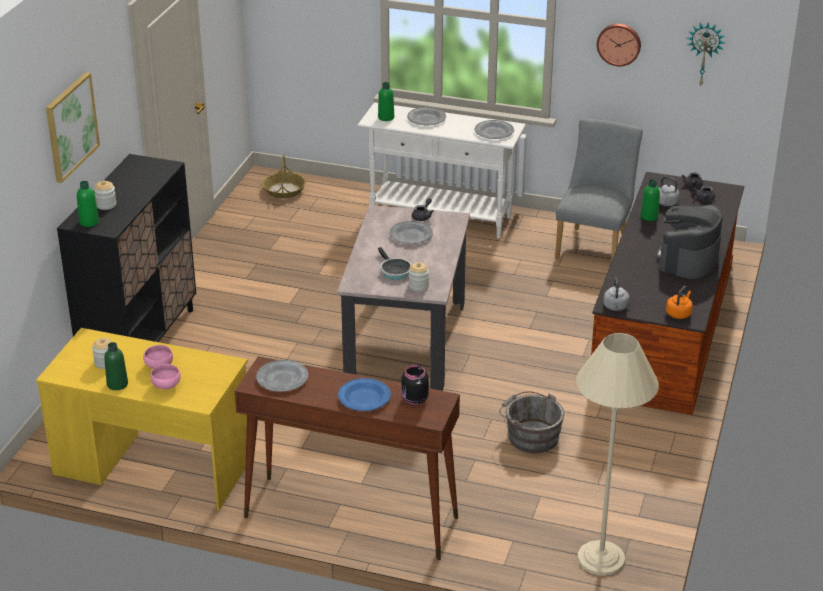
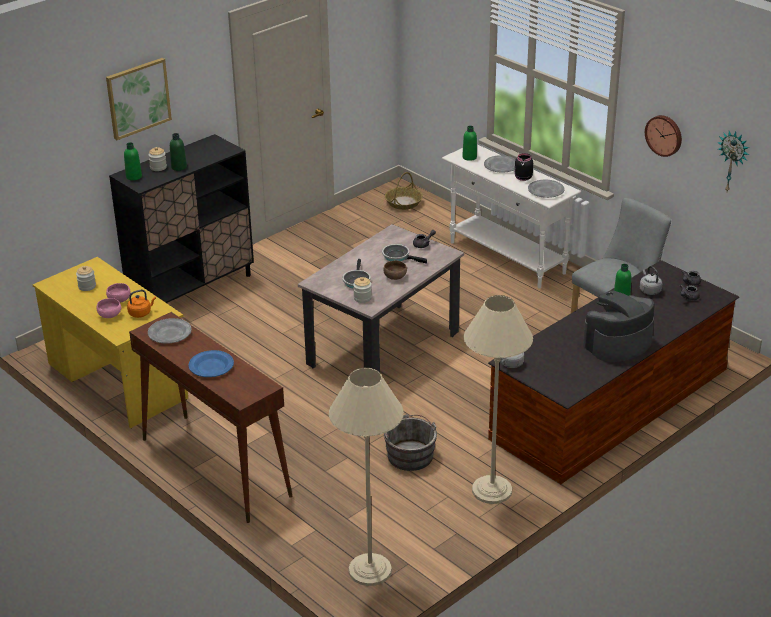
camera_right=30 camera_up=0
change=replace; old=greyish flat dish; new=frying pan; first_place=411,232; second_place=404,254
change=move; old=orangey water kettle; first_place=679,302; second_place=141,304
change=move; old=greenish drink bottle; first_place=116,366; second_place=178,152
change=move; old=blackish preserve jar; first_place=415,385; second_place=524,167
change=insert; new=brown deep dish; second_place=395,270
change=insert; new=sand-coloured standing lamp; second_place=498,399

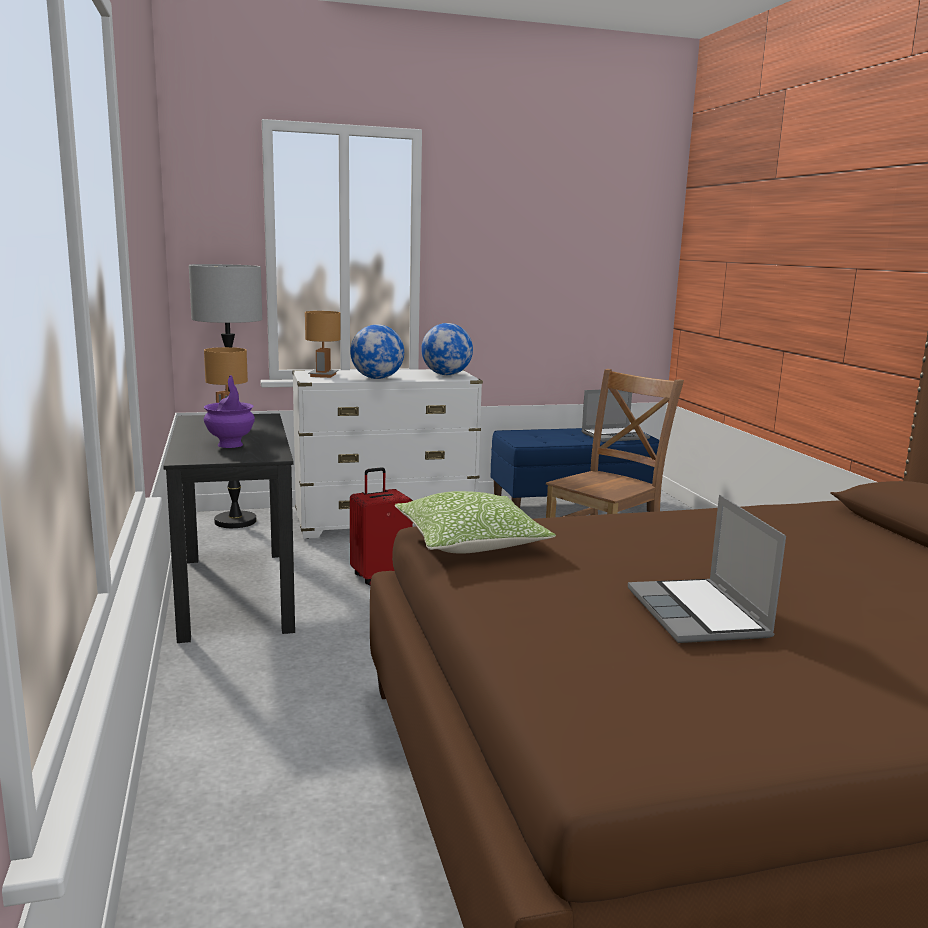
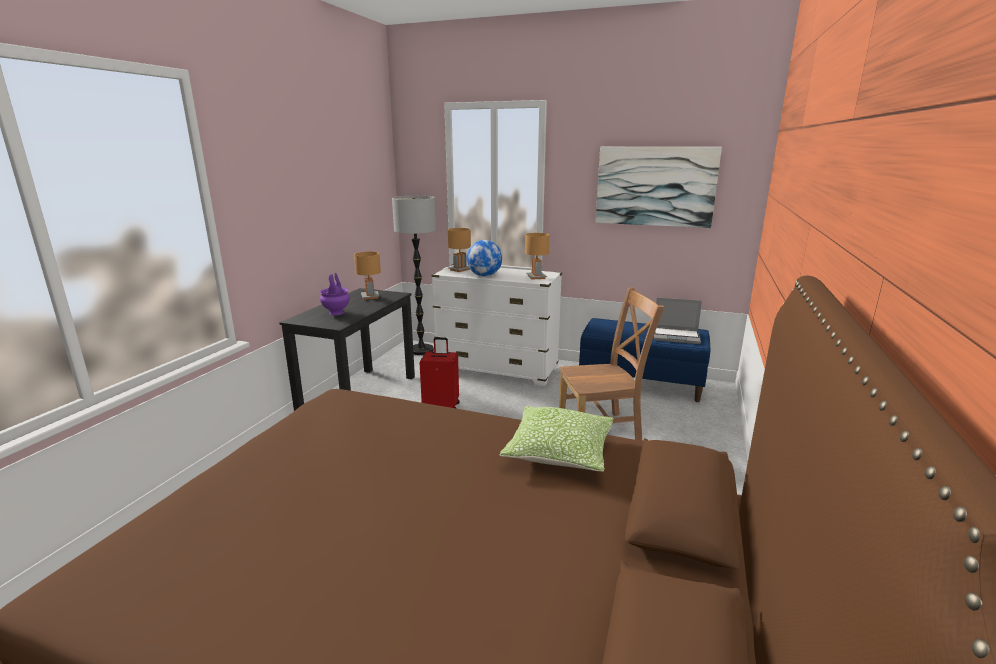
camera_right=35 camera_up=5
change=replace; old=world globe; new=brown tabletop lamp; first_place=447,349; second_place=537,256
change=move; old=pillow; first_place=475,522; second_place=556,438
change=delete; old=notebook computer; first_place=707,569
change=insert; new=picture; second_place=659,187

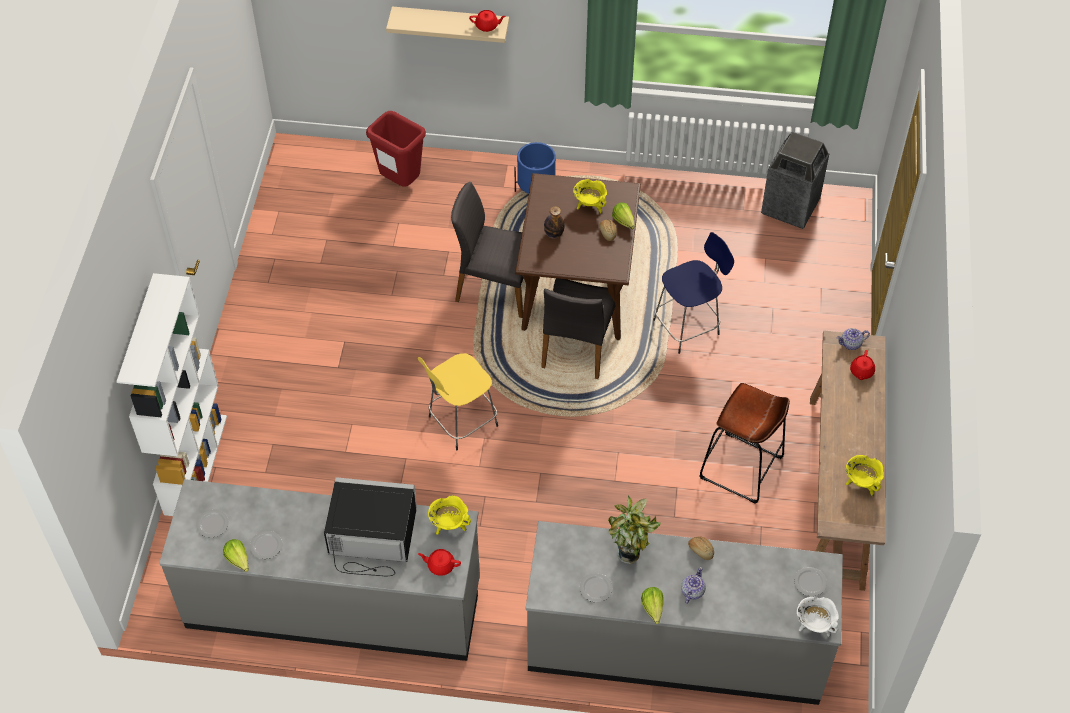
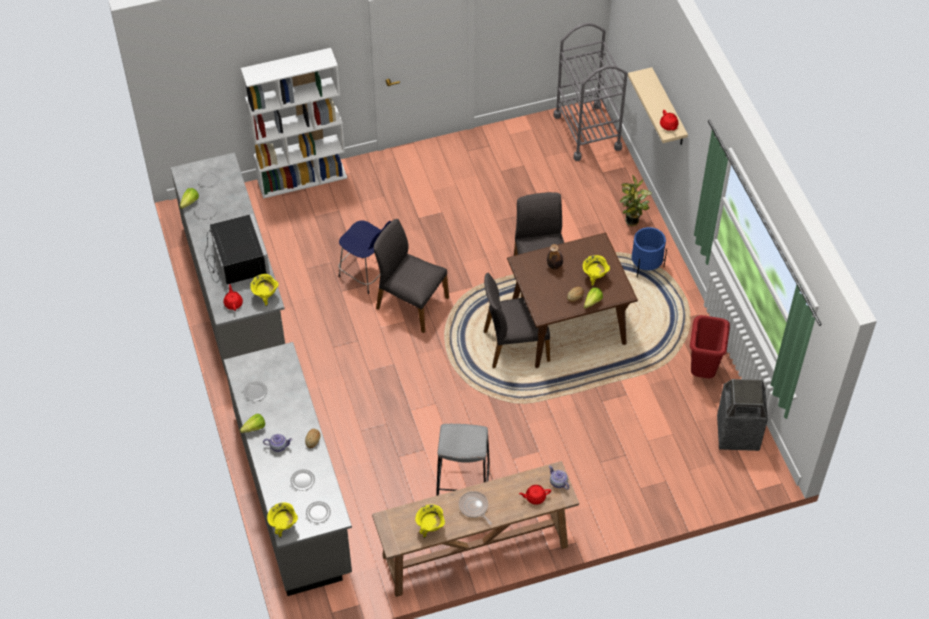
camera_right=65 camera_up=0
change=move; old=reddish rubbish bin; first_place=396,149; second_place=710,346
change=move; old=blue stool seat; first_place=693,293; second_place=364,257
change=replace; old=yellow stool seat; new=greyish upright chair; first_place=458,402; second_place=411,276
change=recolor; old=brown stool seat; new=greyish stool seat; first_place=745,443; second_place=463,460
change=move; old=potted plant; first_place=634,529; second_place=635,201
change=recolor; old=white cooking pot; new=yellow cooking pot; first_place=818,617; second_place=282,520
change=insert; new=greyish cart; second_place=591,92
change=insert; new=flat dish; second_place=302,480
change=insert; new=frying pan; second_place=475,508

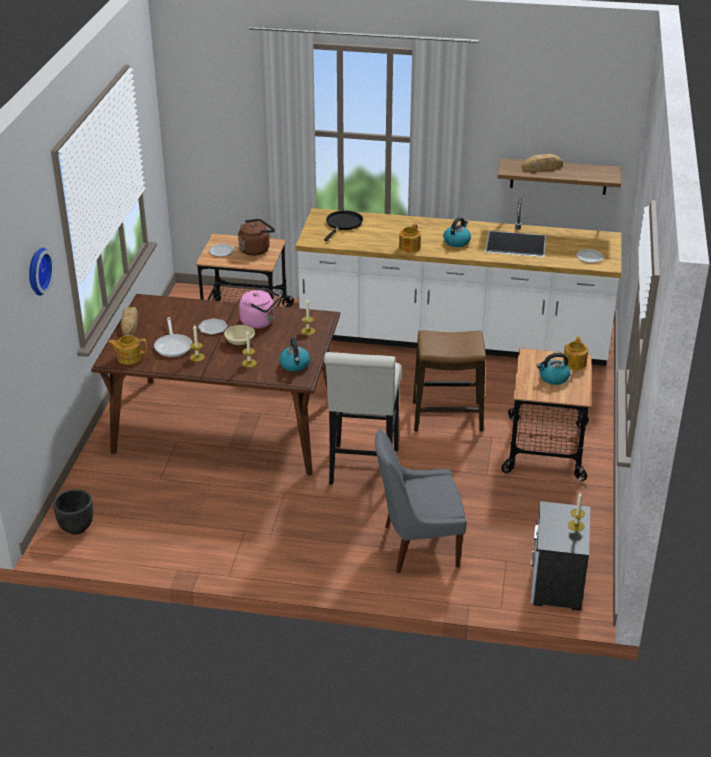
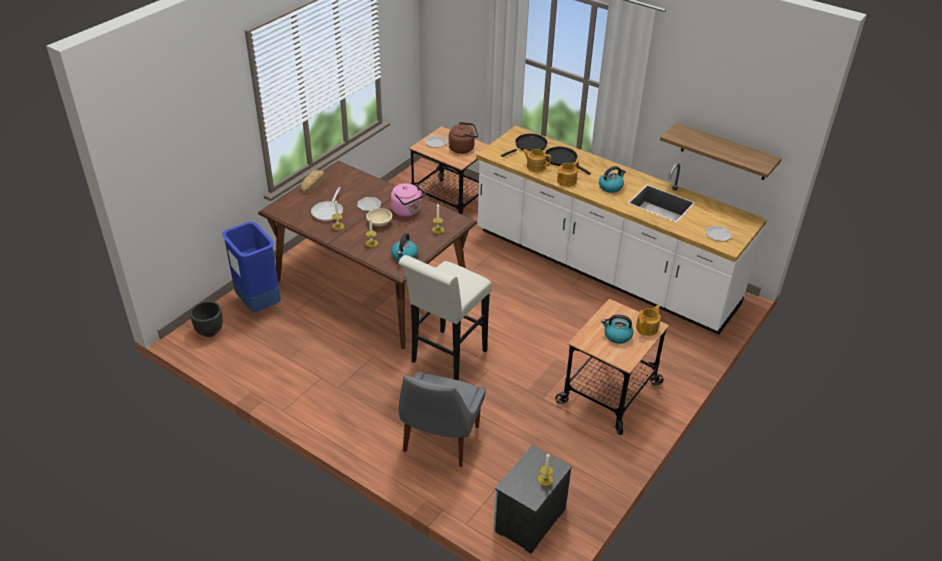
camera_right=25 camera_up=5
change=delete; old=bakery bread; first_place=542,162
change=delete; old=clock on the wall; first_place=41,272
change=delete; old=stool seat; first_place=449,381
change=move; old=tea pot; first_place=127,350; second_place=537,160
change=rotate; old=greyish upright chair; first_place=421,501; second_place=442,419; degrees=-90
change=insert; new=blackish frying pan; second_place=568,161
change=insert; new=blue rubbish bin; second_place=251,267

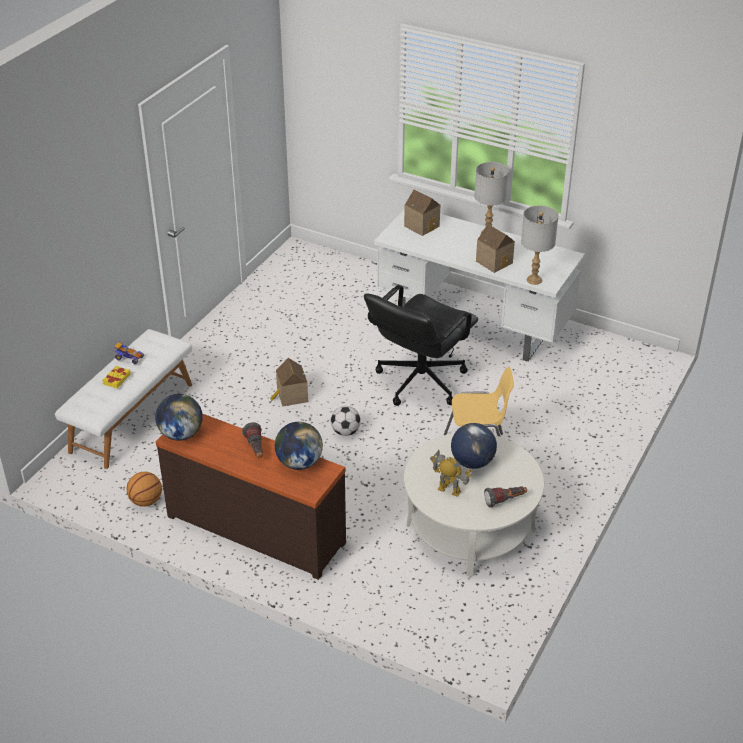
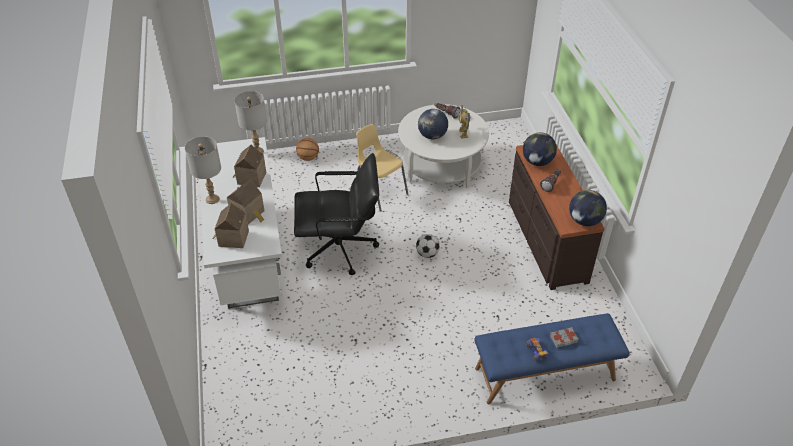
camera_right=-130 camera_up=5
change=recolor; old=white bench; new=blue bench; first_place=123,399; second_place=552,358
change=move; old=toy house; first_place=289,382; second_place=245,202
change=recolor; old=yellow volume; new=greyish volume; first_place=116,377; second_place=564,337
change=move; old=basketball; first_place=144,489; second_place=307,149

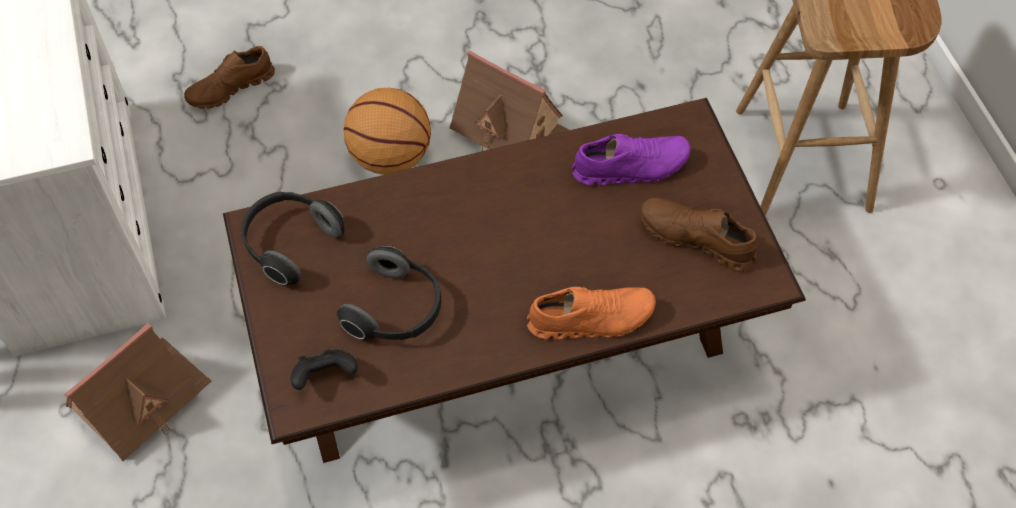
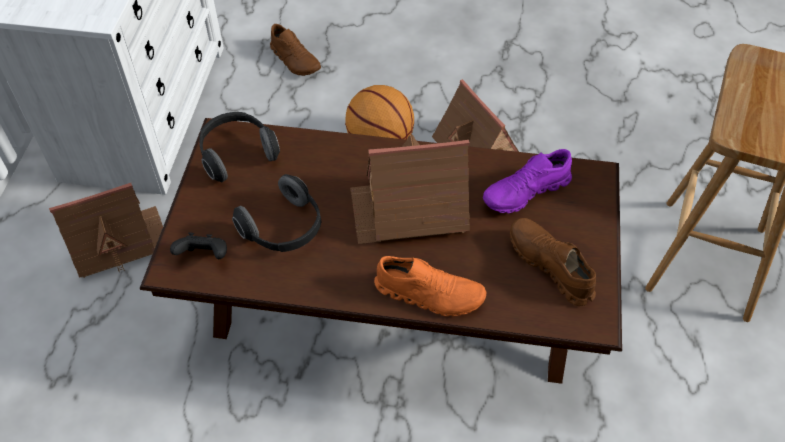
camera_right=25 camera_up=-5
change=rotate; old=brown item of footwear; first_place=229,77; second_place=295,50; degrees=-120
change=rotate; old=purplish item of footwear; first_place=631,160; second_place=527,181; degrees=135
change=insert; new=toy house; second_place=410,189

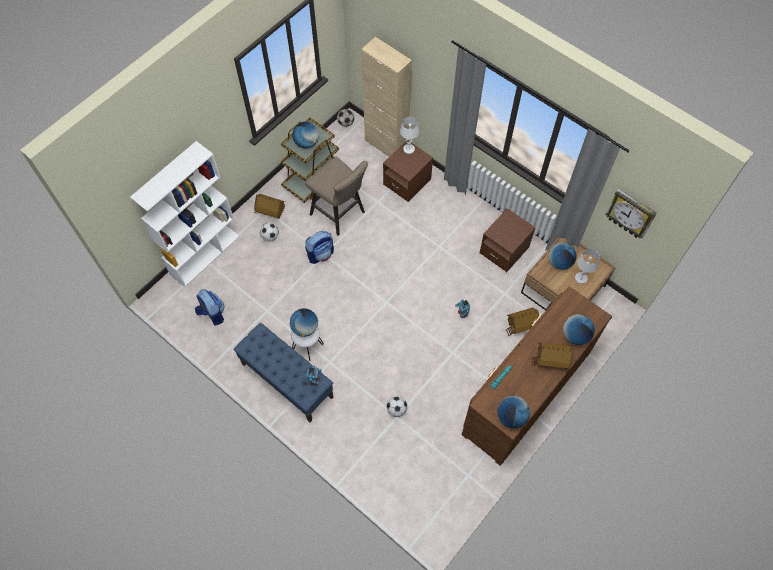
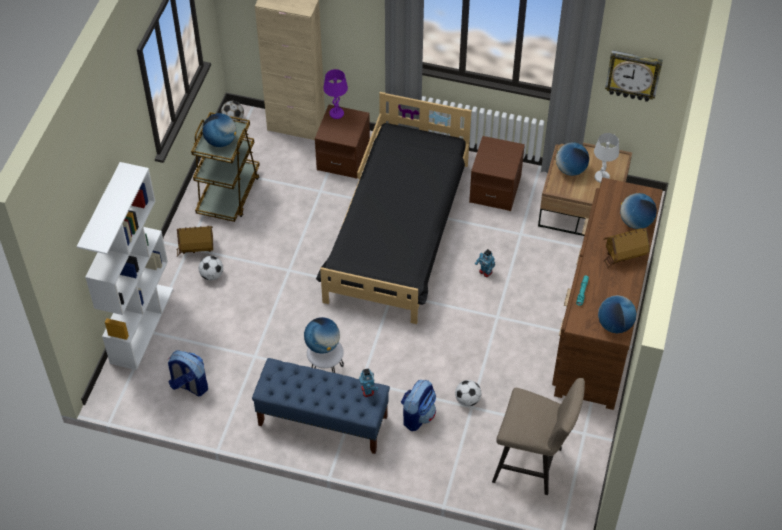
camera_right=-25 camera_up=-10
change=recolor; old=white tabletop lamp; new=purplish tabletop lamp; first_place=409,135; second_place=335,94
change=move; old=sand-coloured stool seat; first_place=336,196; second_place=538,436
change=move; old=rucksack; first_place=319,247; second_place=418,405
change=delete; old=toy house; first_place=522,322
change=insert; new=blackish sleeping bed; second_place=393,208

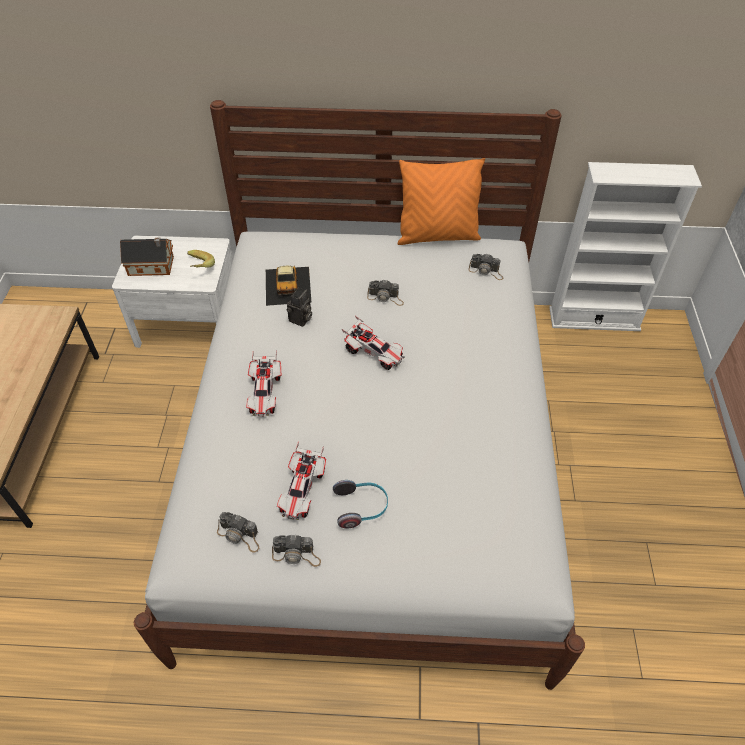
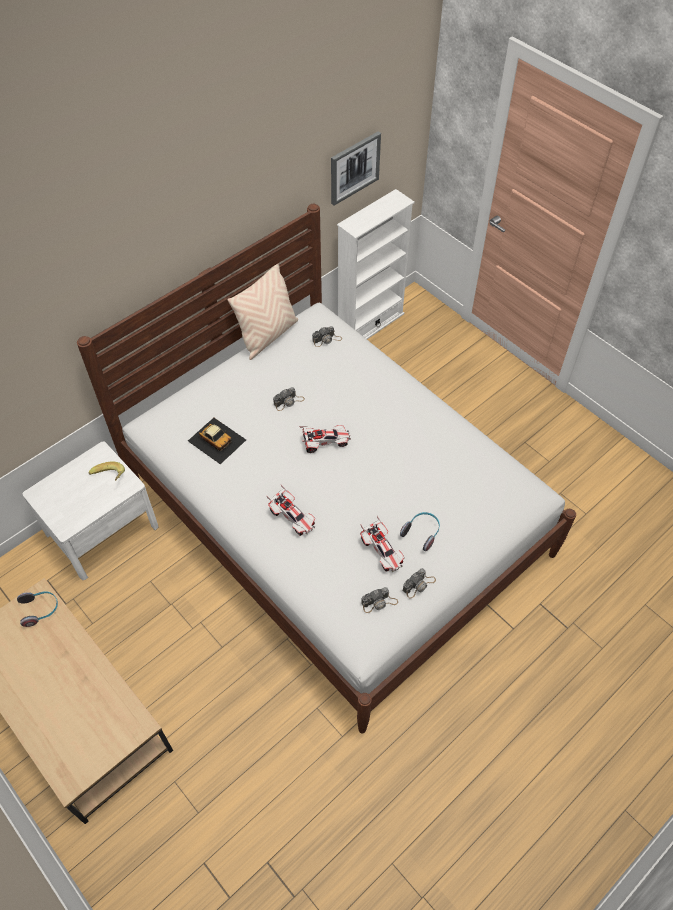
camera_right=-45 camera_up=5
change=recolor; old=orangey pillow; new=sand-coloured pillow; first_place=441,201; second_place=263,311
change=delete; old=toy house; first_place=147,257
change=delete; old=photo camera; first_place=299,307
change=insert; new=picture; second_place=356,168
change=insert; new=headphones; second_place=37,609

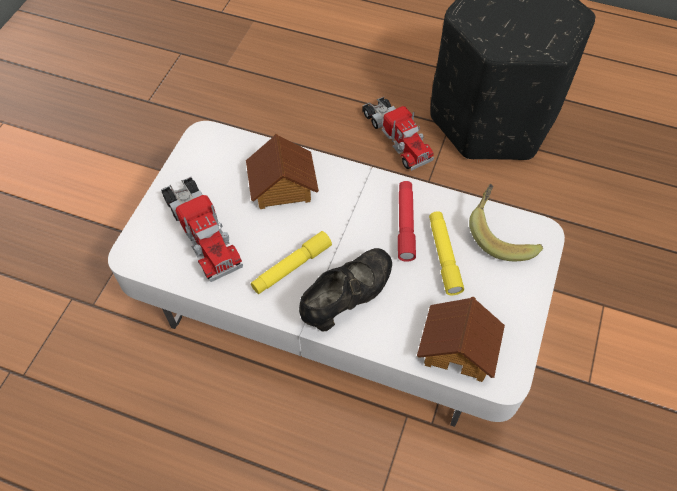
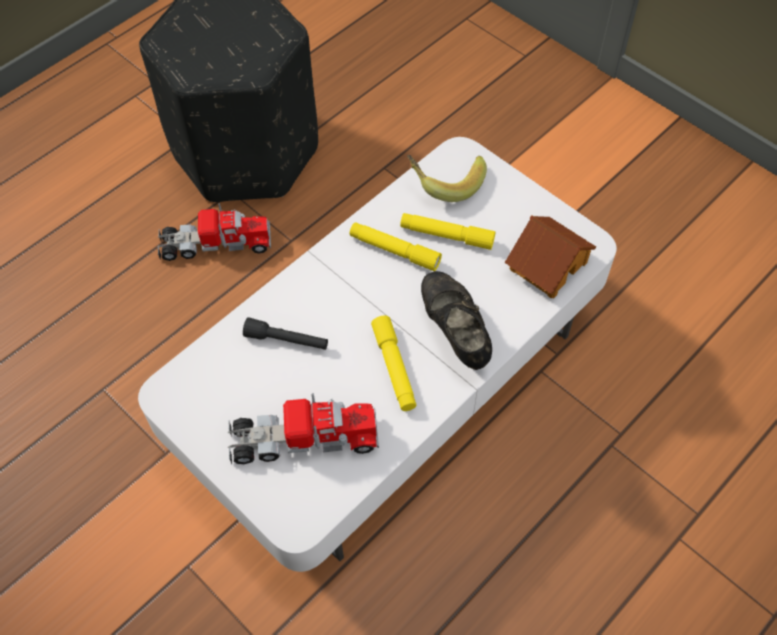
camera_right=-65 camera_up=0
change=replace; old=toy house; new=blackish torch; first_place=282,171; second_place=285,333
change=recolor; old=reddish torch; new=yellow torch; first_place=407,221; second_place=395,246

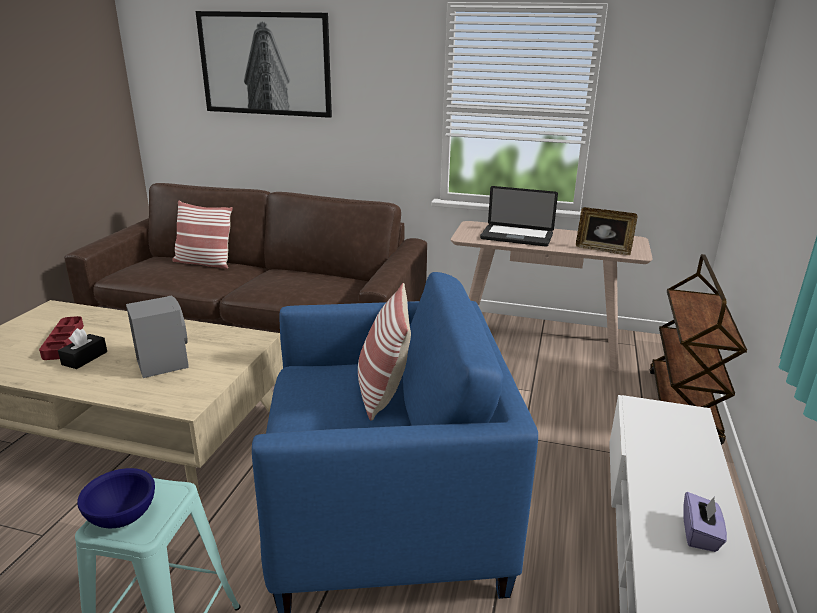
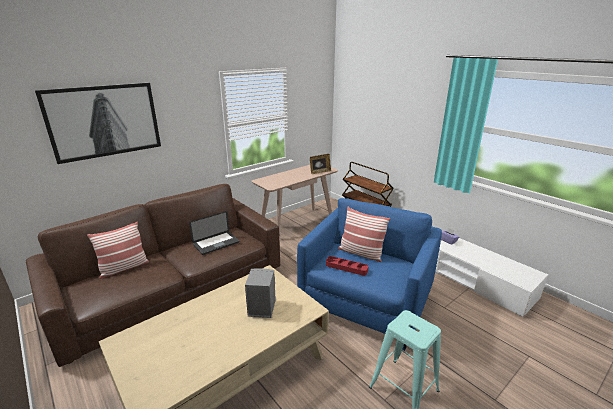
camera_right=-55 camera_up=0
change=move; old=notebook computer; first_place=519,216; second_place=214,233
change=move; old=reddish tray; first_place=61,338; second_place=347,266
change=delete; old=blackish box of tissues; first_place=82,348
change=delete; old=blue deep dish; first_place=116,498

